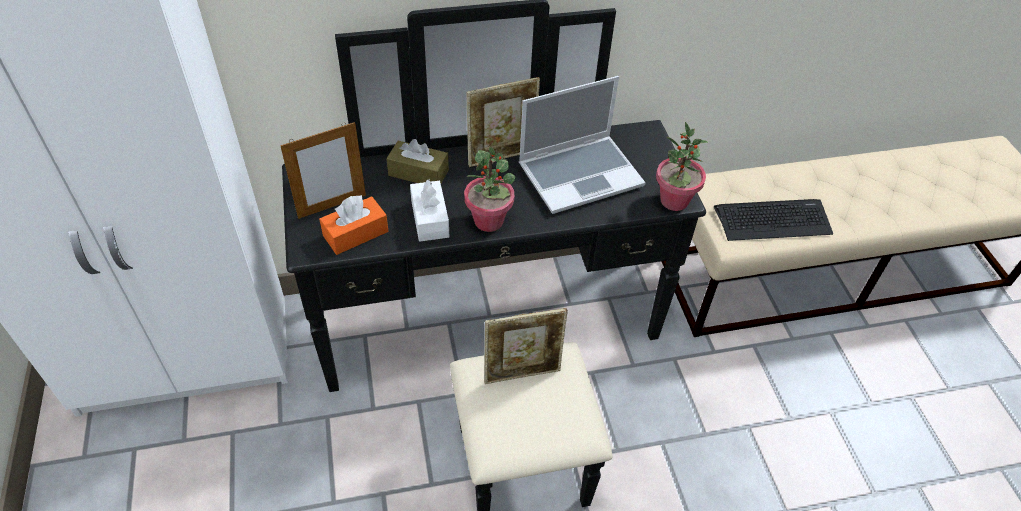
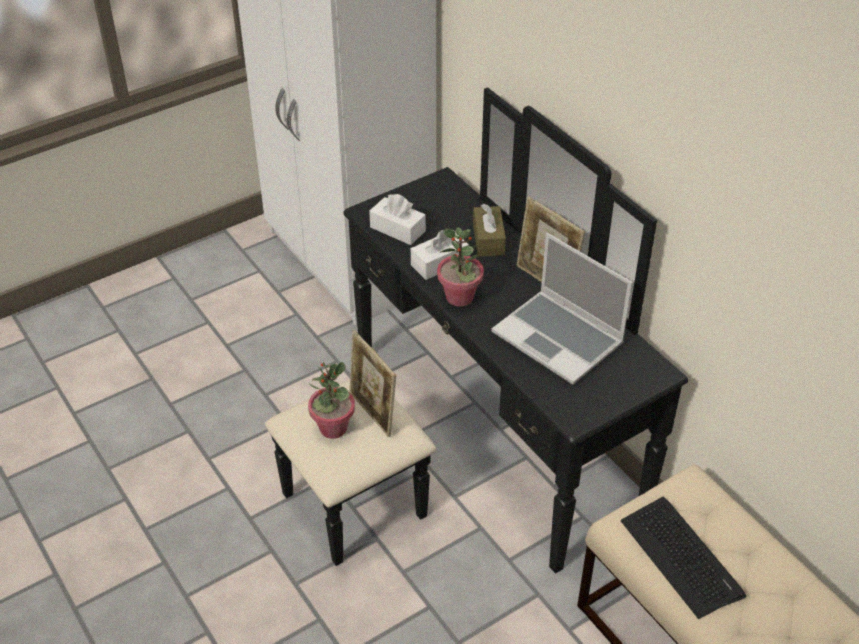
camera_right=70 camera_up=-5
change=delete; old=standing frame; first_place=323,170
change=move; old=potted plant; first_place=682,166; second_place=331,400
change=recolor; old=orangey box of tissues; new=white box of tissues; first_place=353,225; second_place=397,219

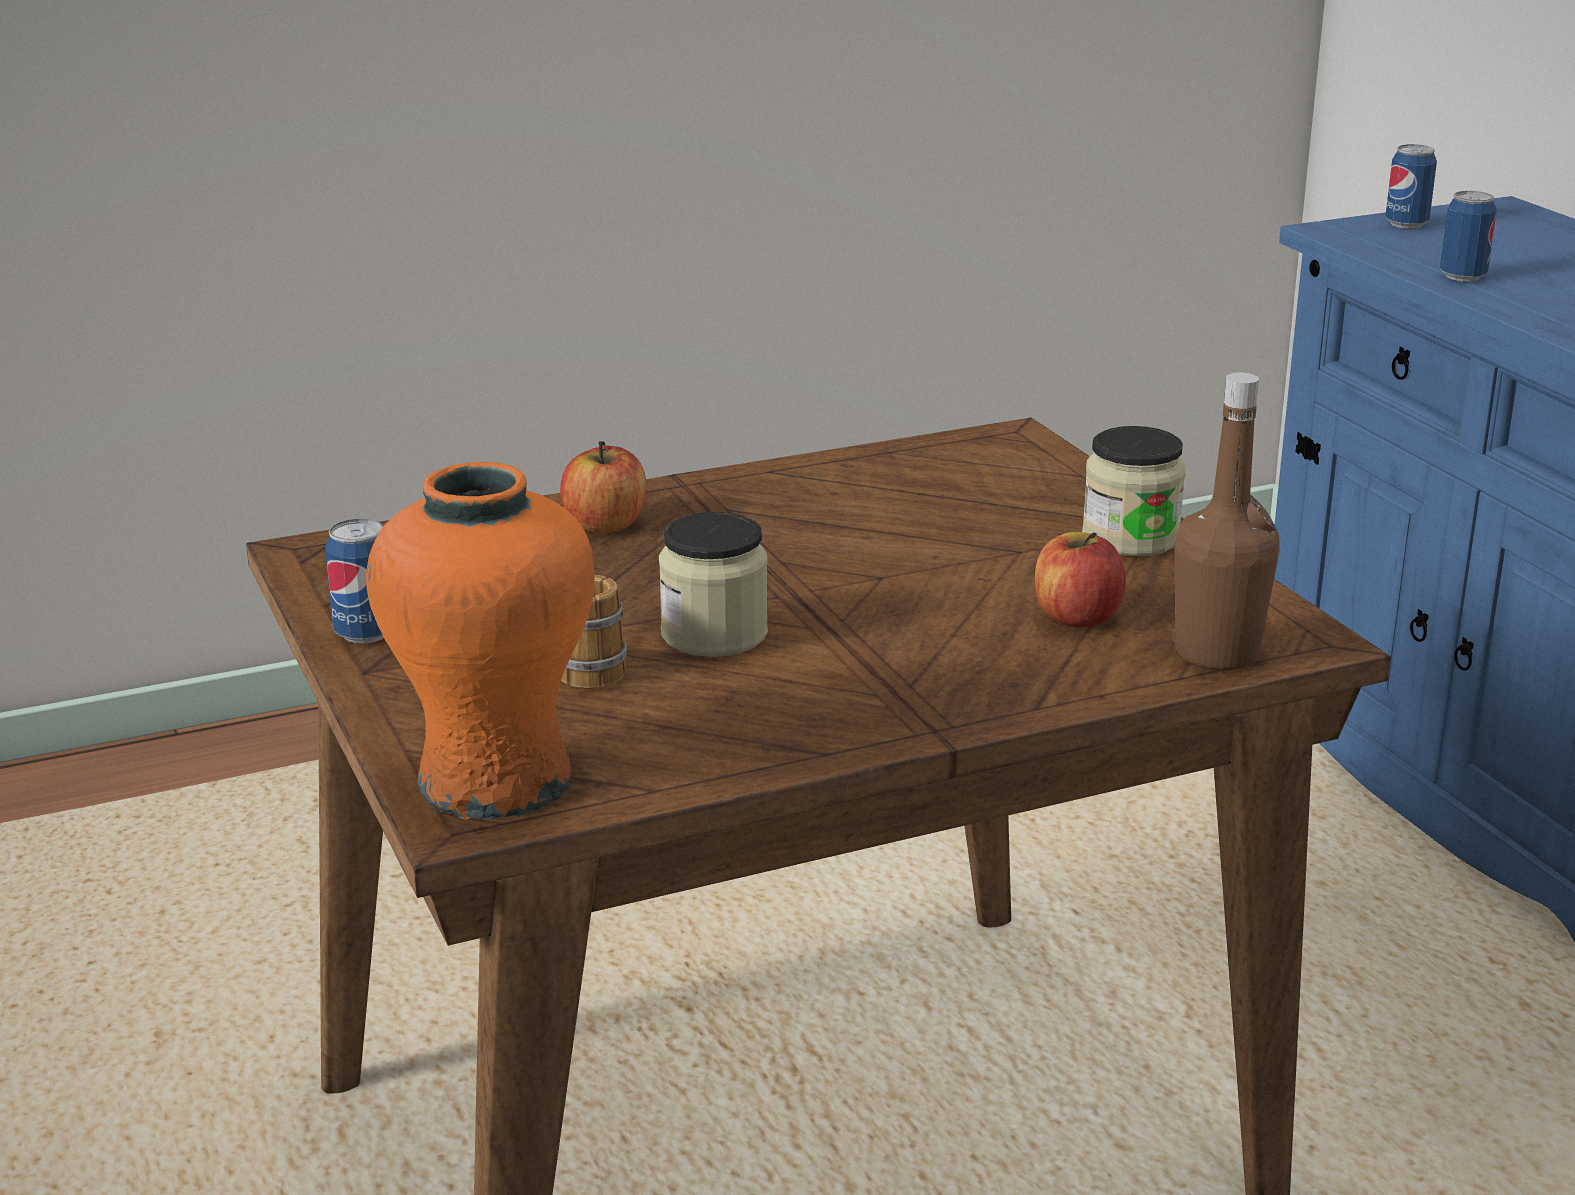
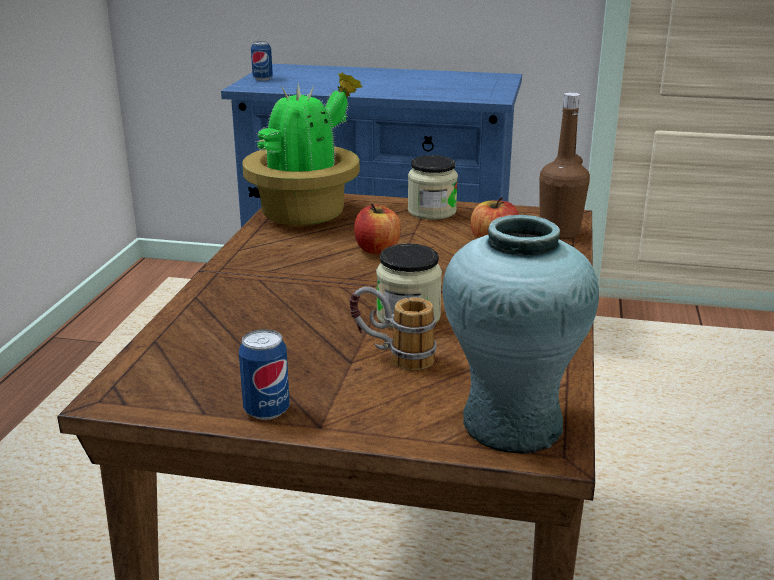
camera_right=-55 camera_up=0
change=delete; old=sealed can; first_place=1468,236
change=move; old=whole apple; first_place=603,487; second_place=377,228
change=recolor; old=orangey decorative vase; new=turquoise-coloured decorative vase; first_place=480,641; second_place=520,334
change=insert; new=potted plant; second_place=302,149

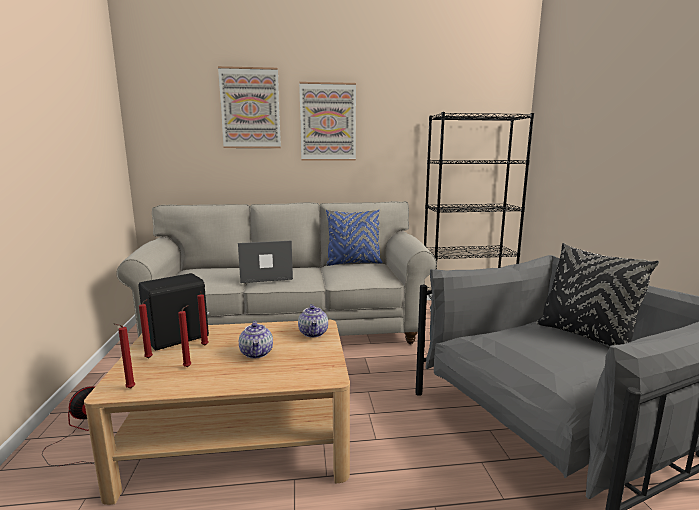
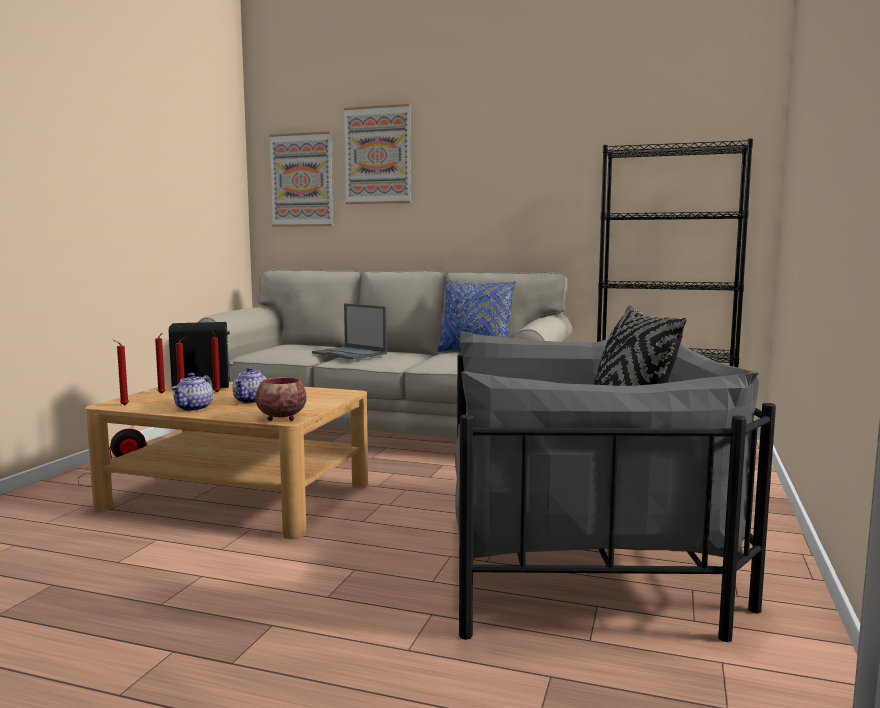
camera_right=25 camera_up=-5
change=move; old=picture; first_place=327,121; second_place=301,179
change=rotate; old=notebook computer; first_place=265,262; second_place=349,331; degrees=-150
change=move; old=tea pot; first_place=313,320; second_place=192,392
change=insert; new=deep dish; second_place=280,399

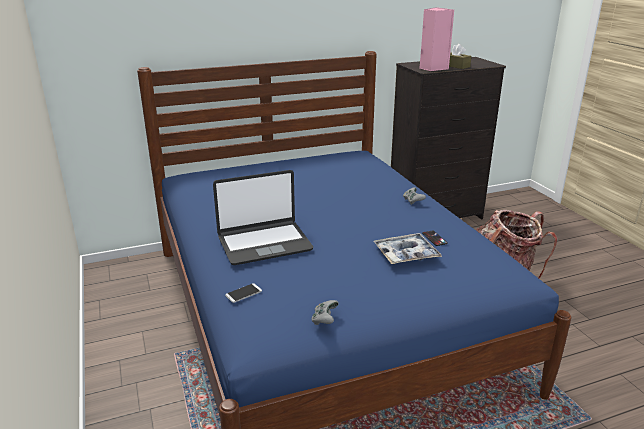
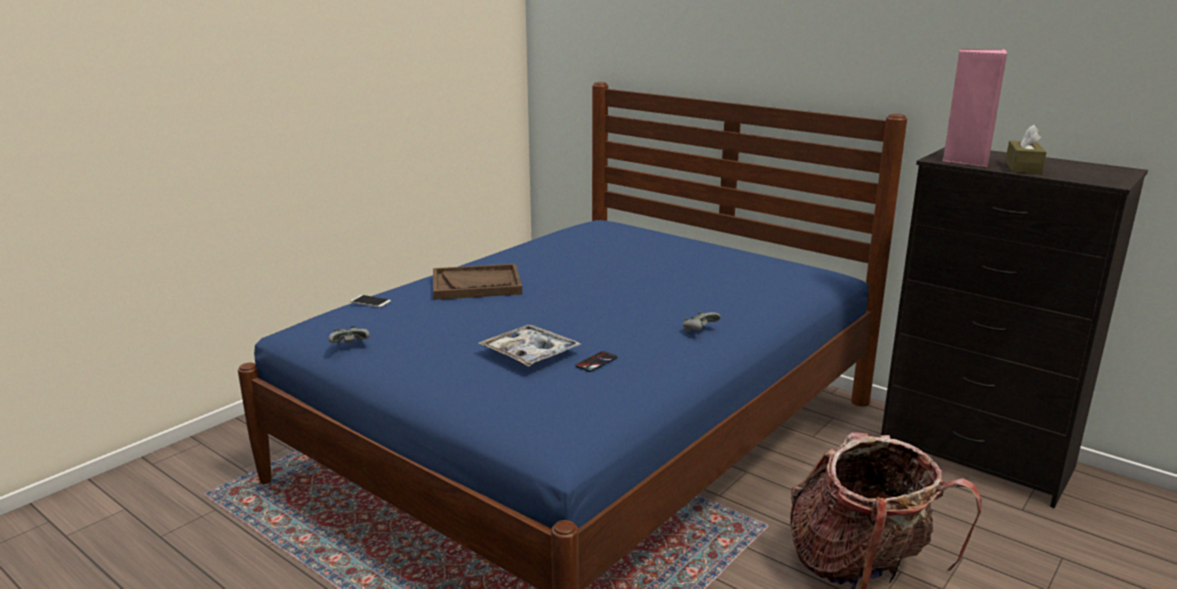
camera_right=60 camera_up=-5
change=replace; old=notebook computer; new=brown tray; first_place=263,217; second_place=477,282

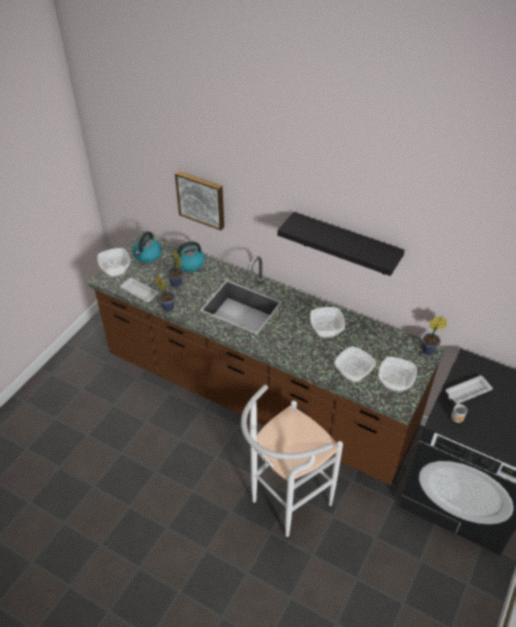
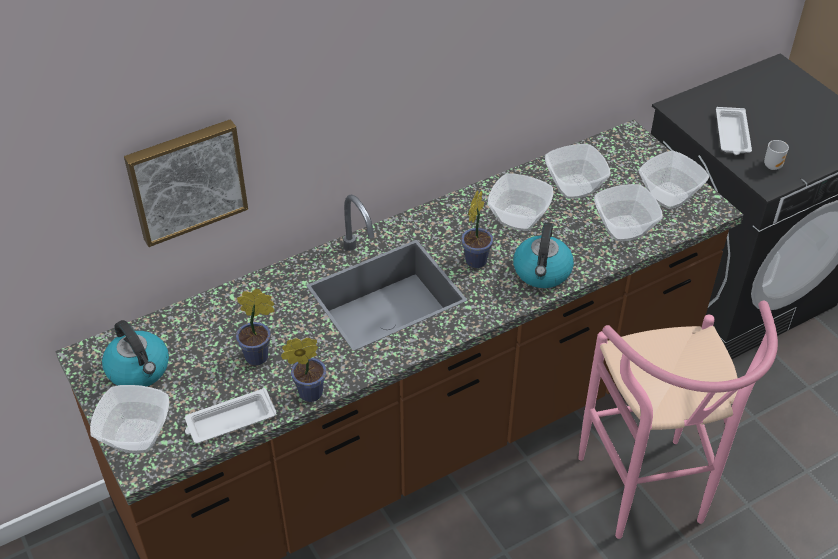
camera_right=-60 camera_up=0
change=delete; old=blackish wall shelf; first_place=341,244
change=move; old=water kettle; first_place=188,257; second_place=543,255
change=move; old=potted plant; first_place=435,335; second_place=477,229
change=recolor; old=white stool seat; new=pink stool seat; first_place=292,461; second_place=678,420
change=insert; new=deep dish; second_place=577,171

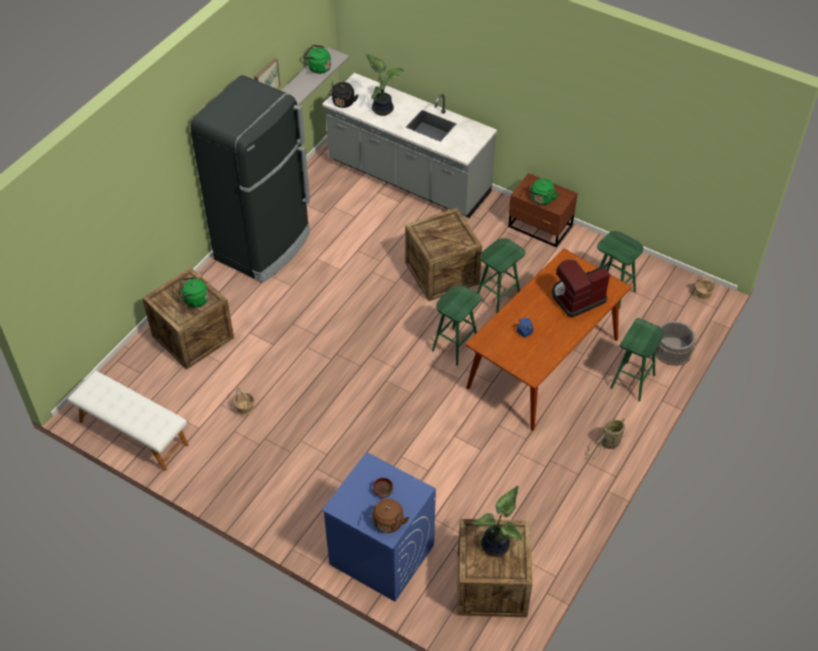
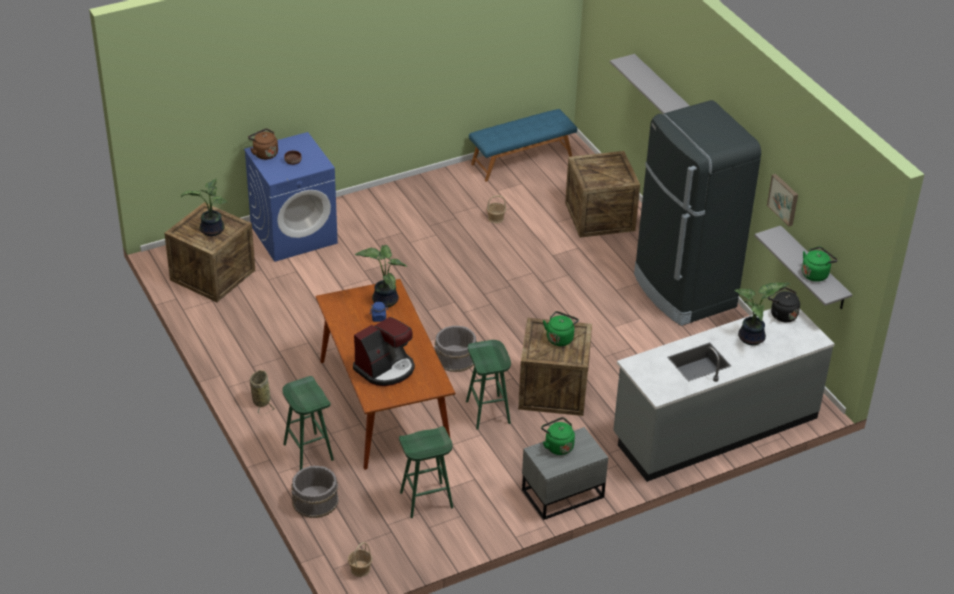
camera_right=120 camera_up=-10
change=recolor; old=brown bedside table; new=greyish bedside table; first_place=543,210; second_place=565,473
change=rotate; old=coffee maker; first_place=581,289; second_place=384,351; degrees=45
change=move; old=greenish water kettle; first_place=194,292; second_place=561,328
change=replace; old=greenish stool seat; new=greyish water bucket; first_place=457,325; second_place=456,348
change=recolor; old=white bench; new=blue bench; first_place=128,421; second_place=523,145
change=insert; new=greyish wall shelf; second_place=650,84
change=insert; new=potted plant; second_place=381,276

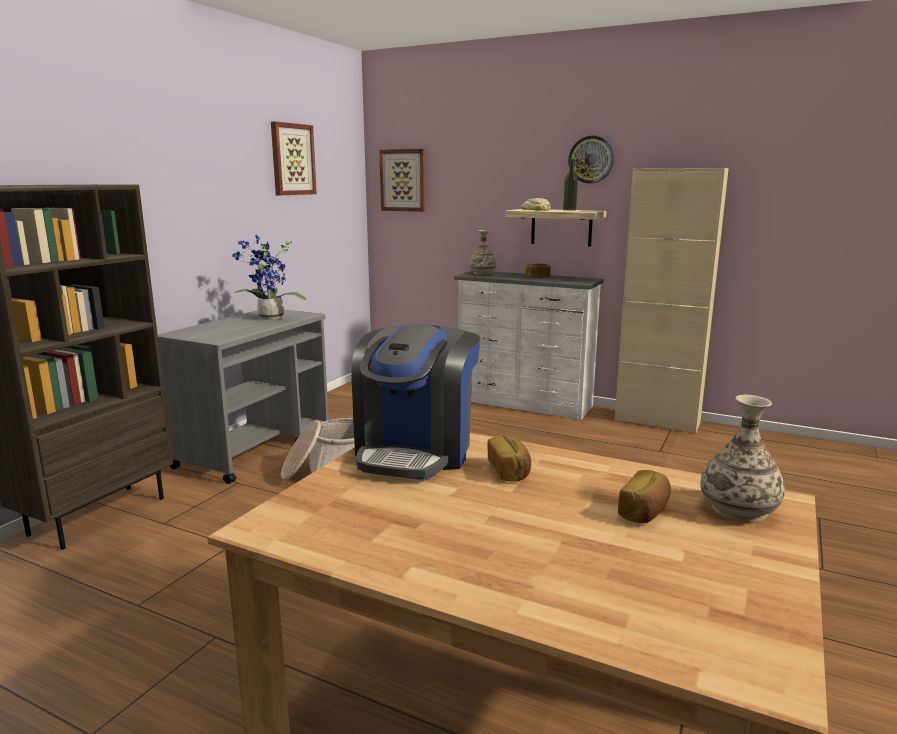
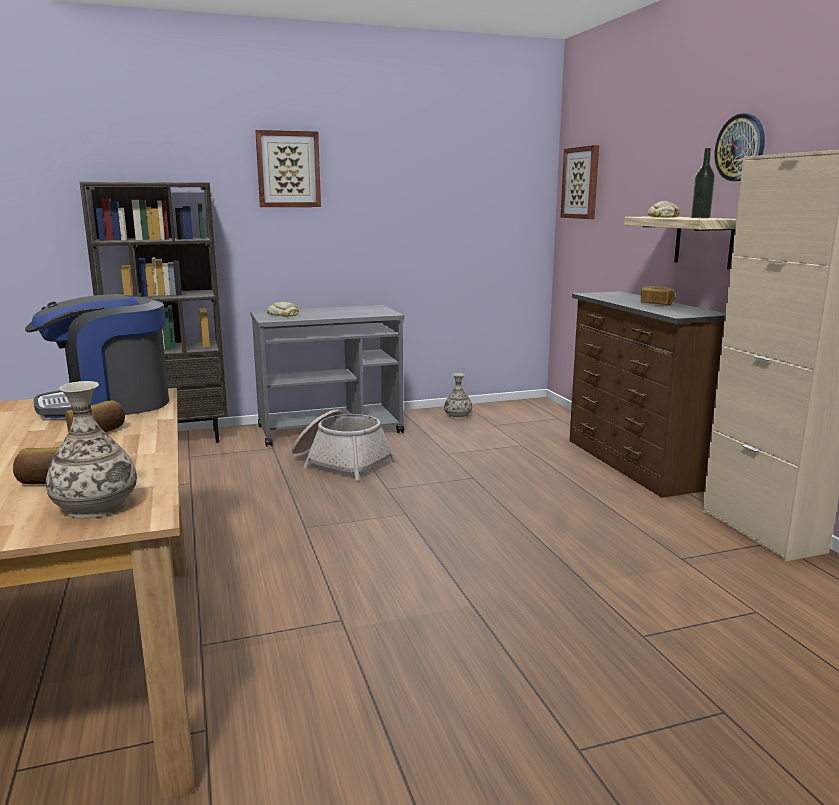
camera_right=45 camera_up=0
change=move; old=picture; first_place=294,158; second_place=288,168
change=move; old=decorative vase; first_place=483,252; second_place=458,396
change=delete; old=potted plant; first_place=269,277
change=recolor; old=white drawer chest; new=brown drawer chest; first_place=529,345; second_place=647,394
change=insert; new=bakery bread; second_place=283,309

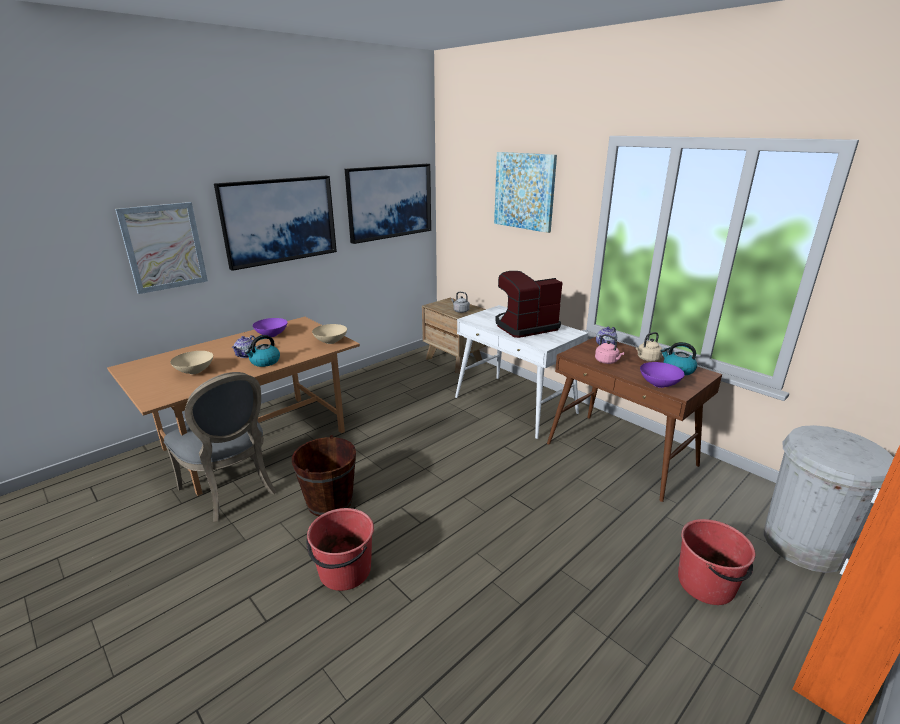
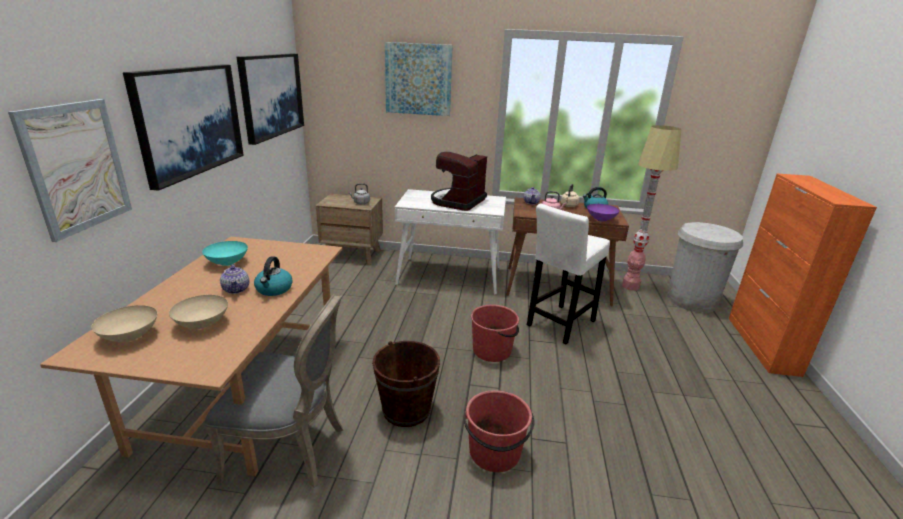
camera_right=-40 camera_up=0
change=recolor; old=purplish deep dish; new=turquoise-coloured deep dish; first_place=270,327; second_place=225,253
change=move; old=sand-coloured deep dish; first_place=329,334; second_place=124,323
change=move; old=reddish water bucket; first_place=716,562; second_place=495,333
change=insert; new=standing lamp; second_place=651,208
change=insert; new=white stool seat; second_place=568,274

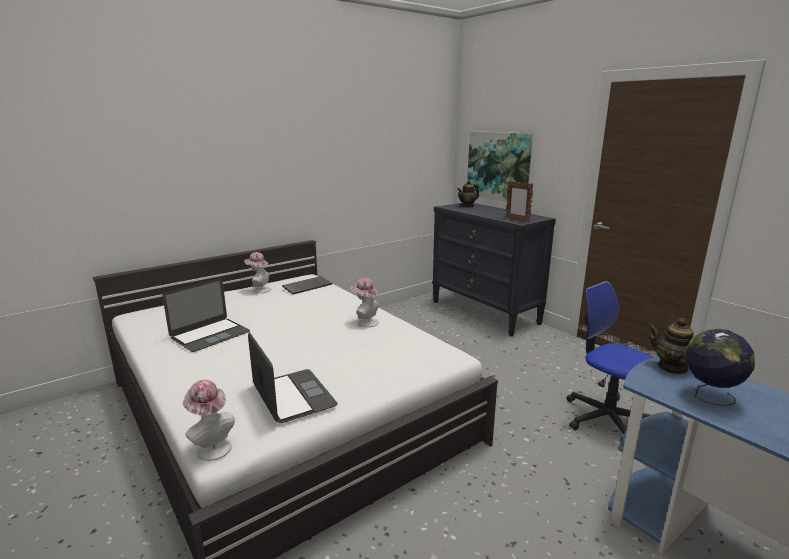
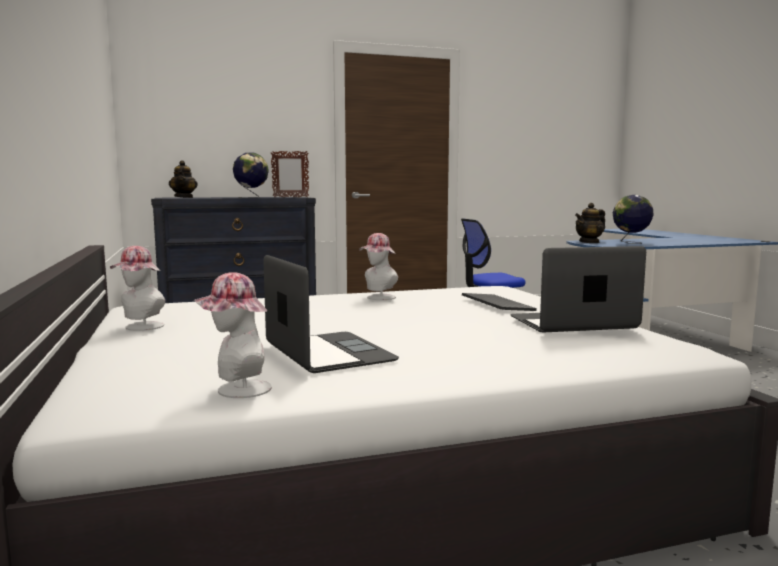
camera_right=-70 camera_up=-10
change=delete; old=picture; first_place=500,166
change=move; old=computer keyboard; first_place=307,285; second_place=499,302
change=move; old=wearable hat; first_place=208,420; second_place=233,335
change=insert; new=world globe; second_place=251,175

